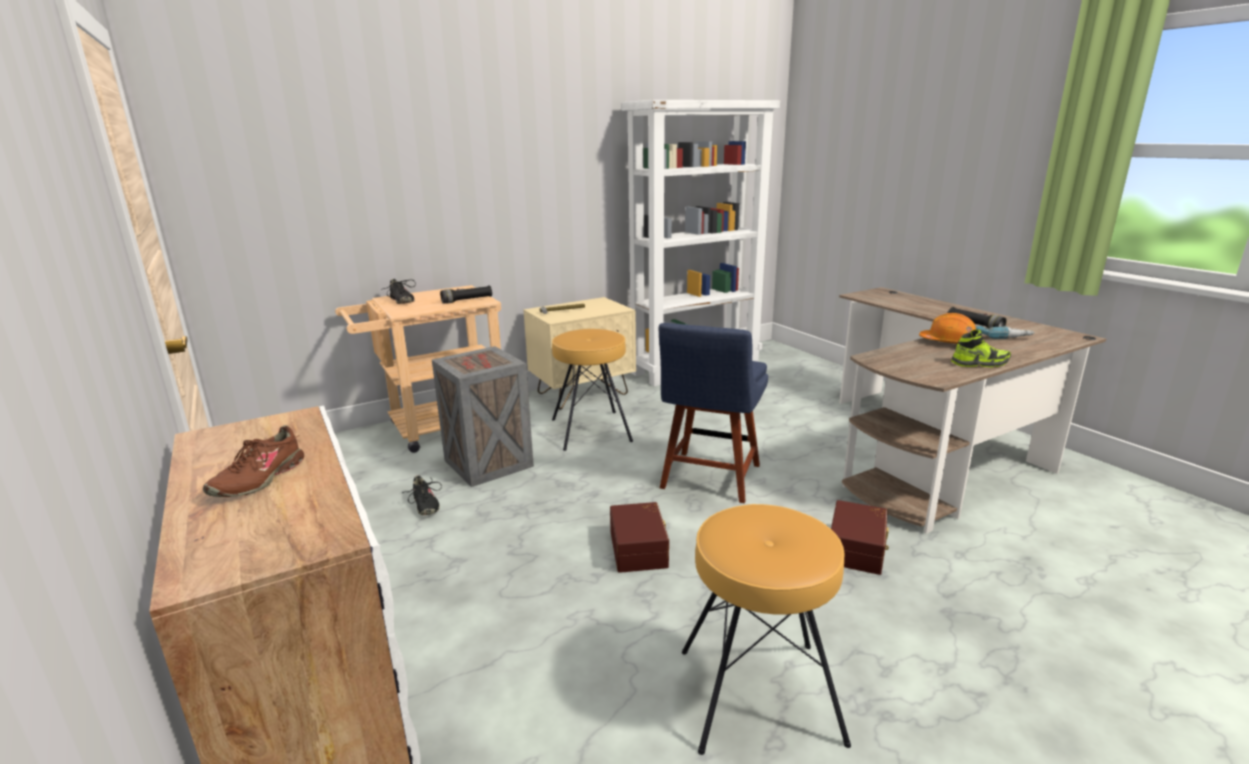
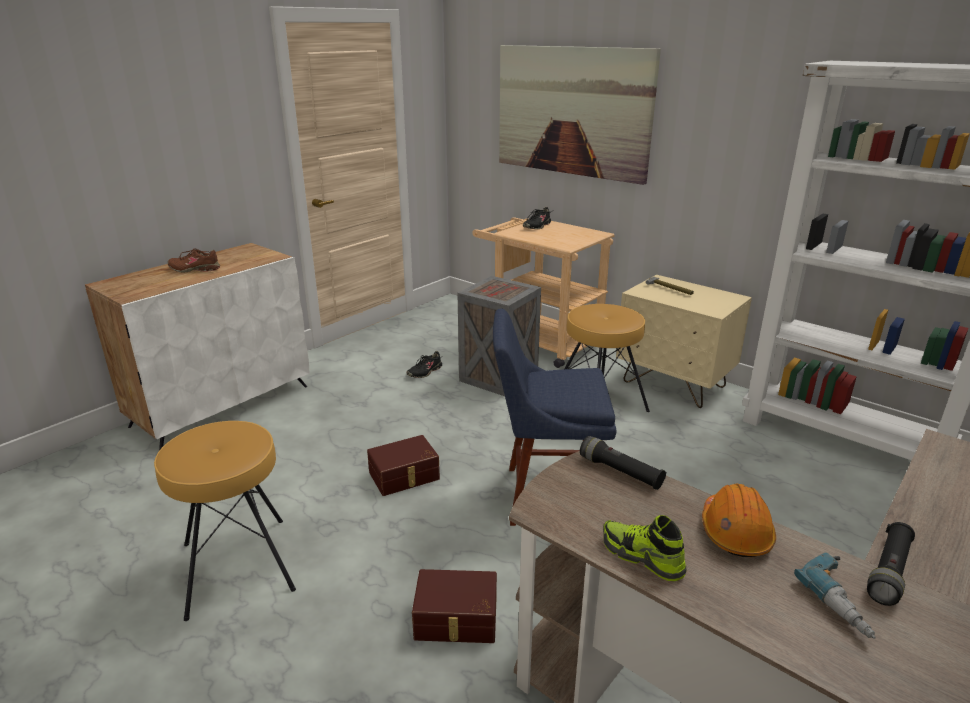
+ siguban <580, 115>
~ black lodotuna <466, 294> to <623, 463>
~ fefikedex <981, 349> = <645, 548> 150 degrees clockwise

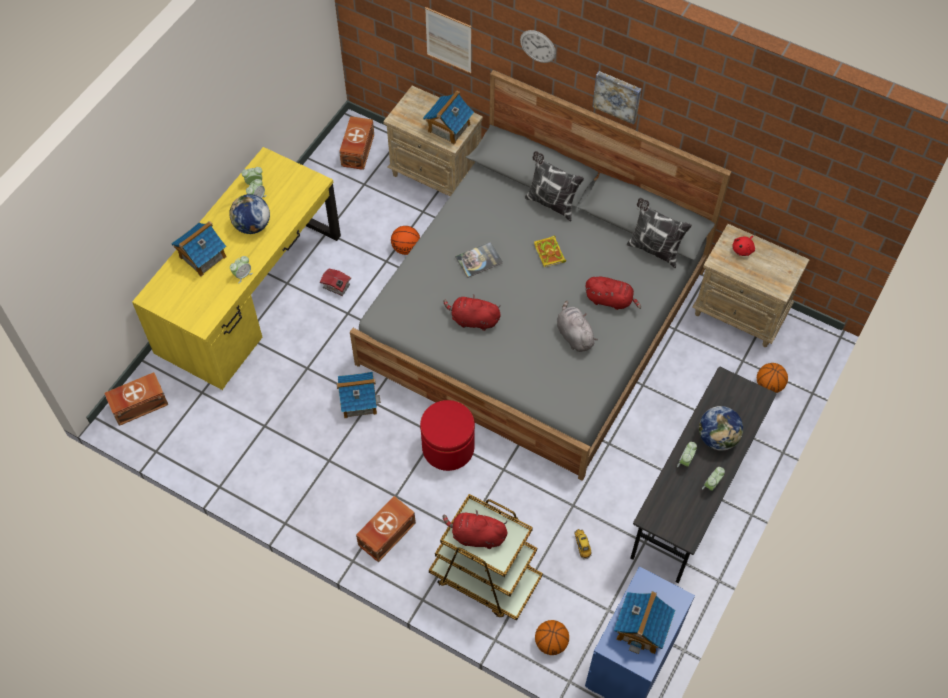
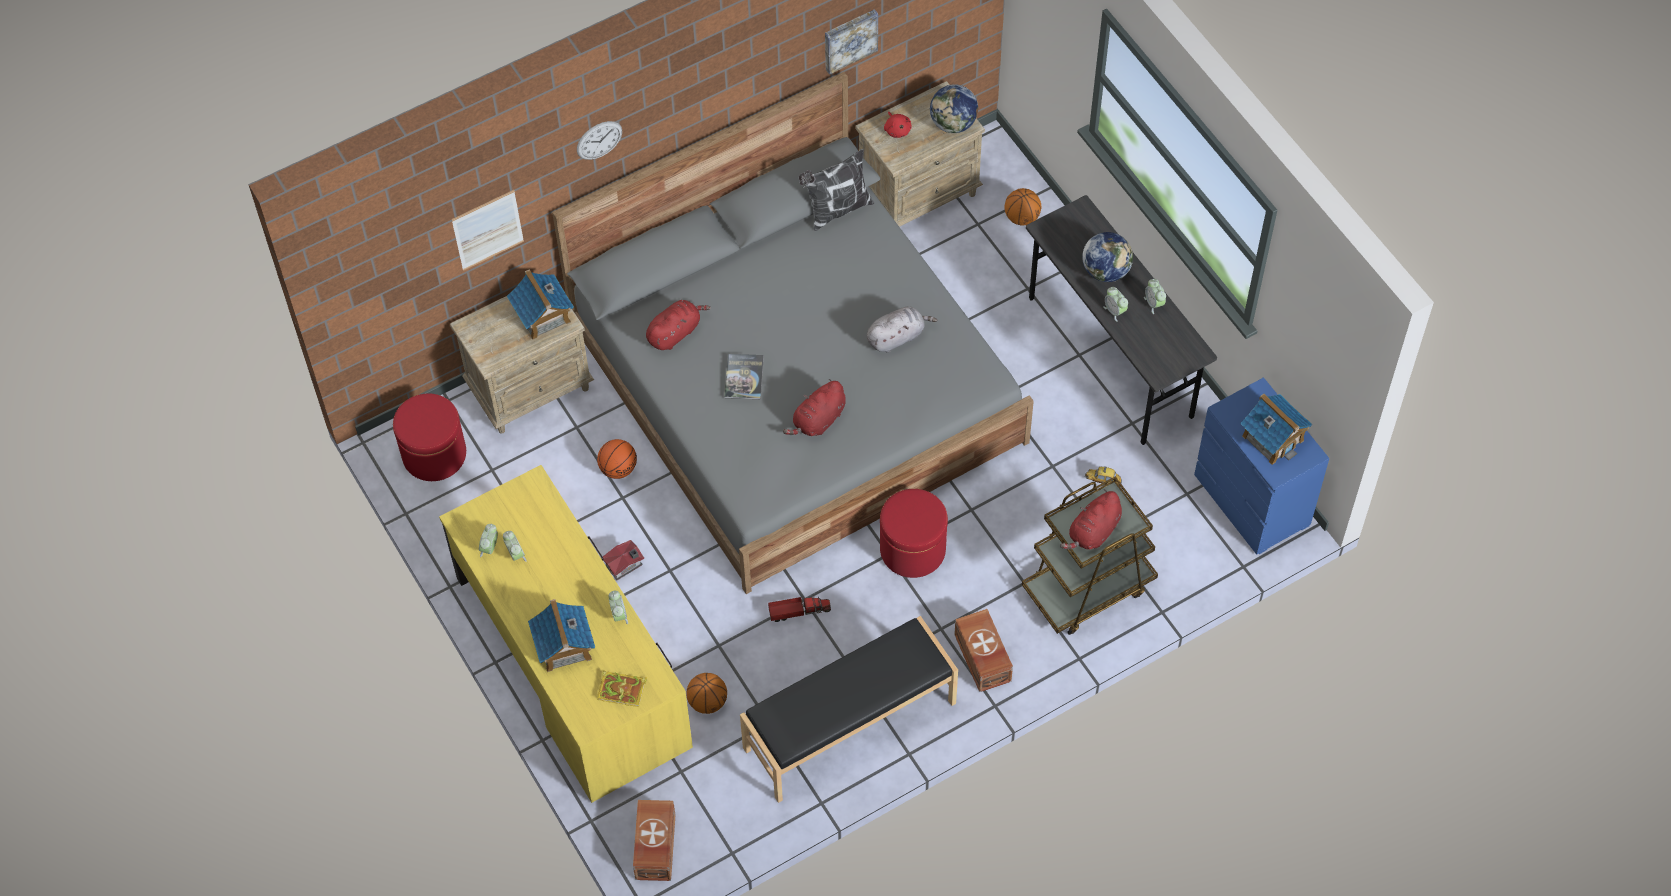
~ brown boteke <356, 143> to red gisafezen <429, 437>
~ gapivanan <550, 251> to <622, 689>
~ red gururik <613, 293> to <678, 325>
~ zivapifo <552, 637> to <707, 693>
+ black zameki <849, 709>
~ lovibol <358, 395> to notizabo <799, 608>
~ siguban <616, 98> to <851, 41>
~ grey gururik <577, 326> = <902, 329> 150 degrees clockwise
~ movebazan <249, 214> to <954, 108>
- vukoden <554, 186>

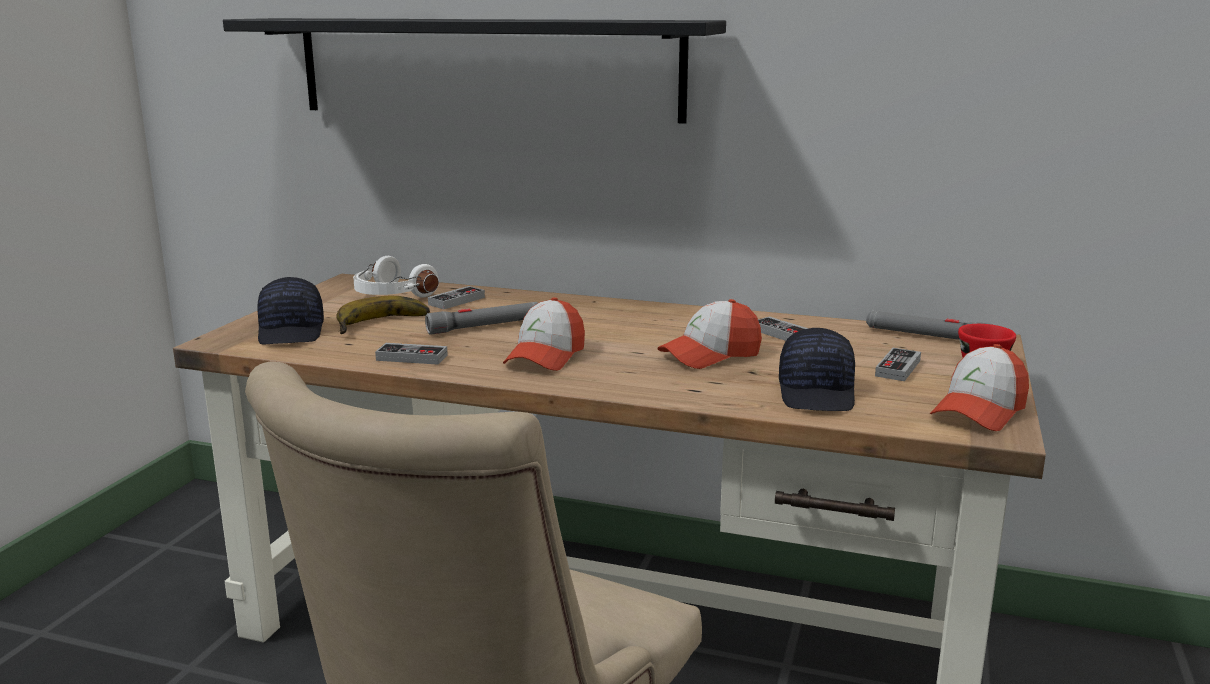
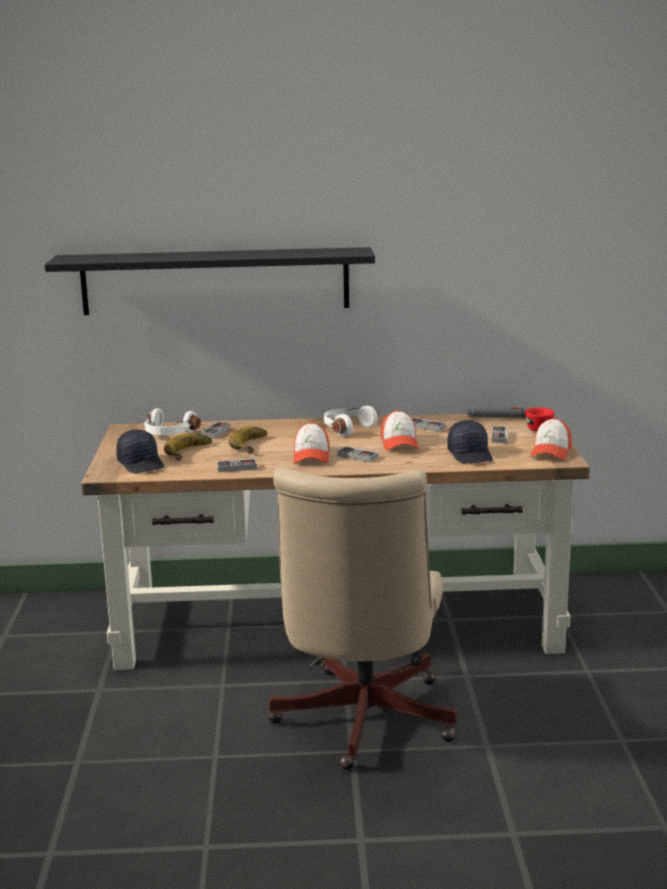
~ grey lodotuna <481, 318> to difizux <248, 440>
+ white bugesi <351, 421>
+ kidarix <357, 454>
~ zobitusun <710, 334> = <400, 430> 45 degrees counterclockwise

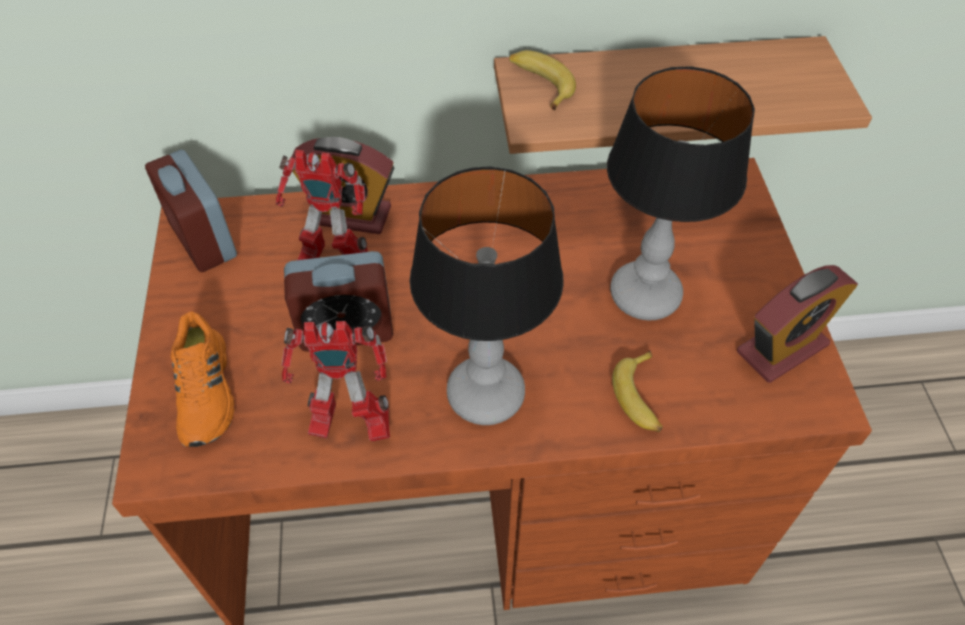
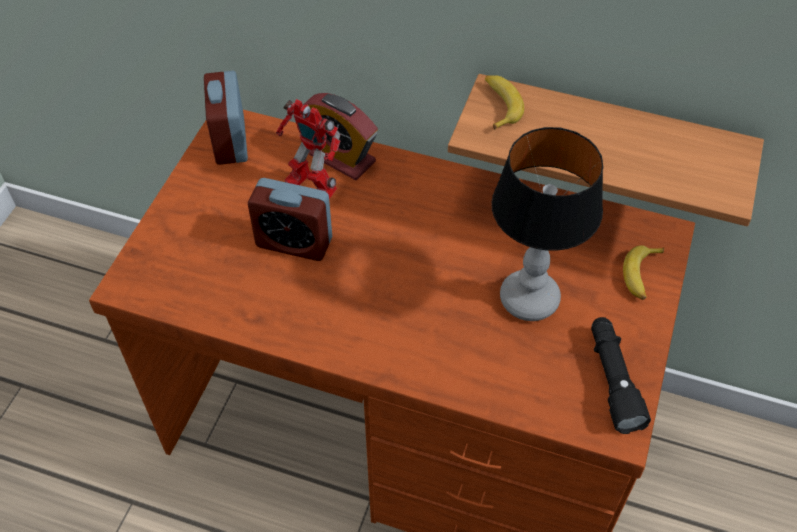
~ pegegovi <797, 324> to black lodotuna <621, 375>
~ difizux <637, 391> to <643, 272>
- orange fefikedex <203, 379>
- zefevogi <336, 381>
- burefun <487, 295>

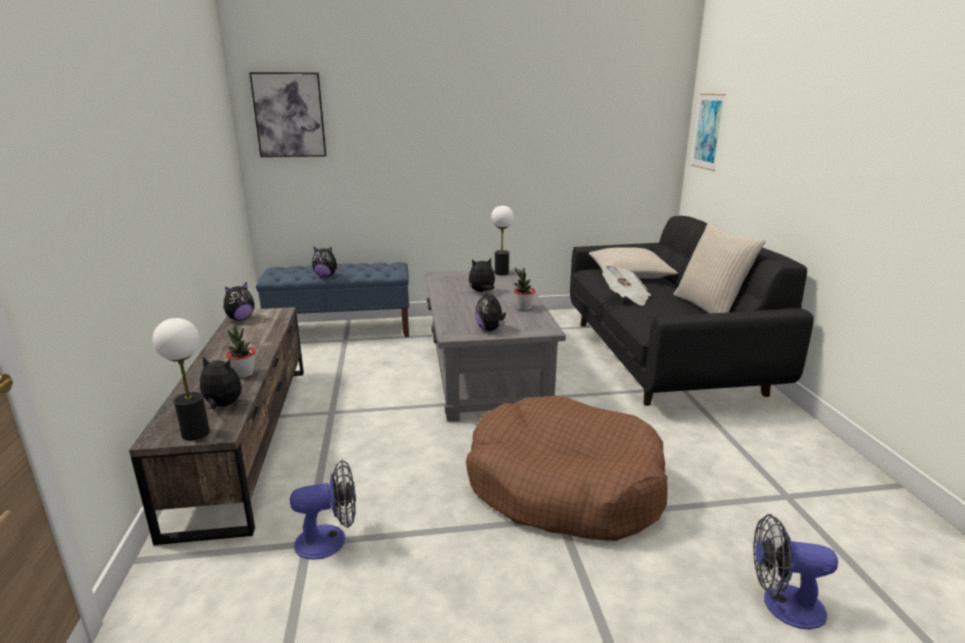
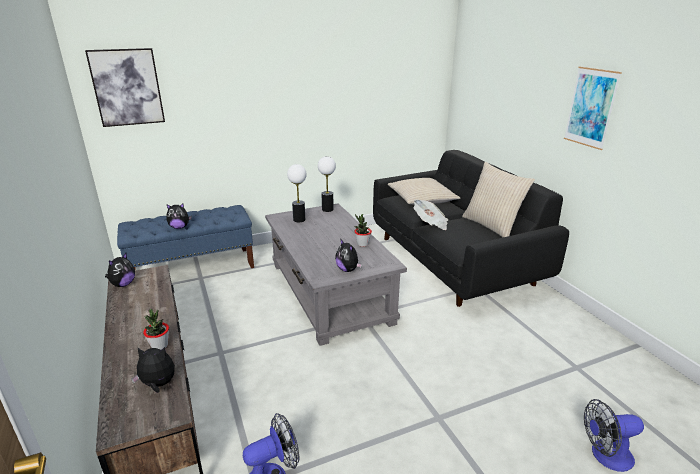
~ burefun <181, 379> to <297, 193>
~ siguban <708, 132> to <593, 108>
- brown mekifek <566, 468>
- gururik <482, 275>

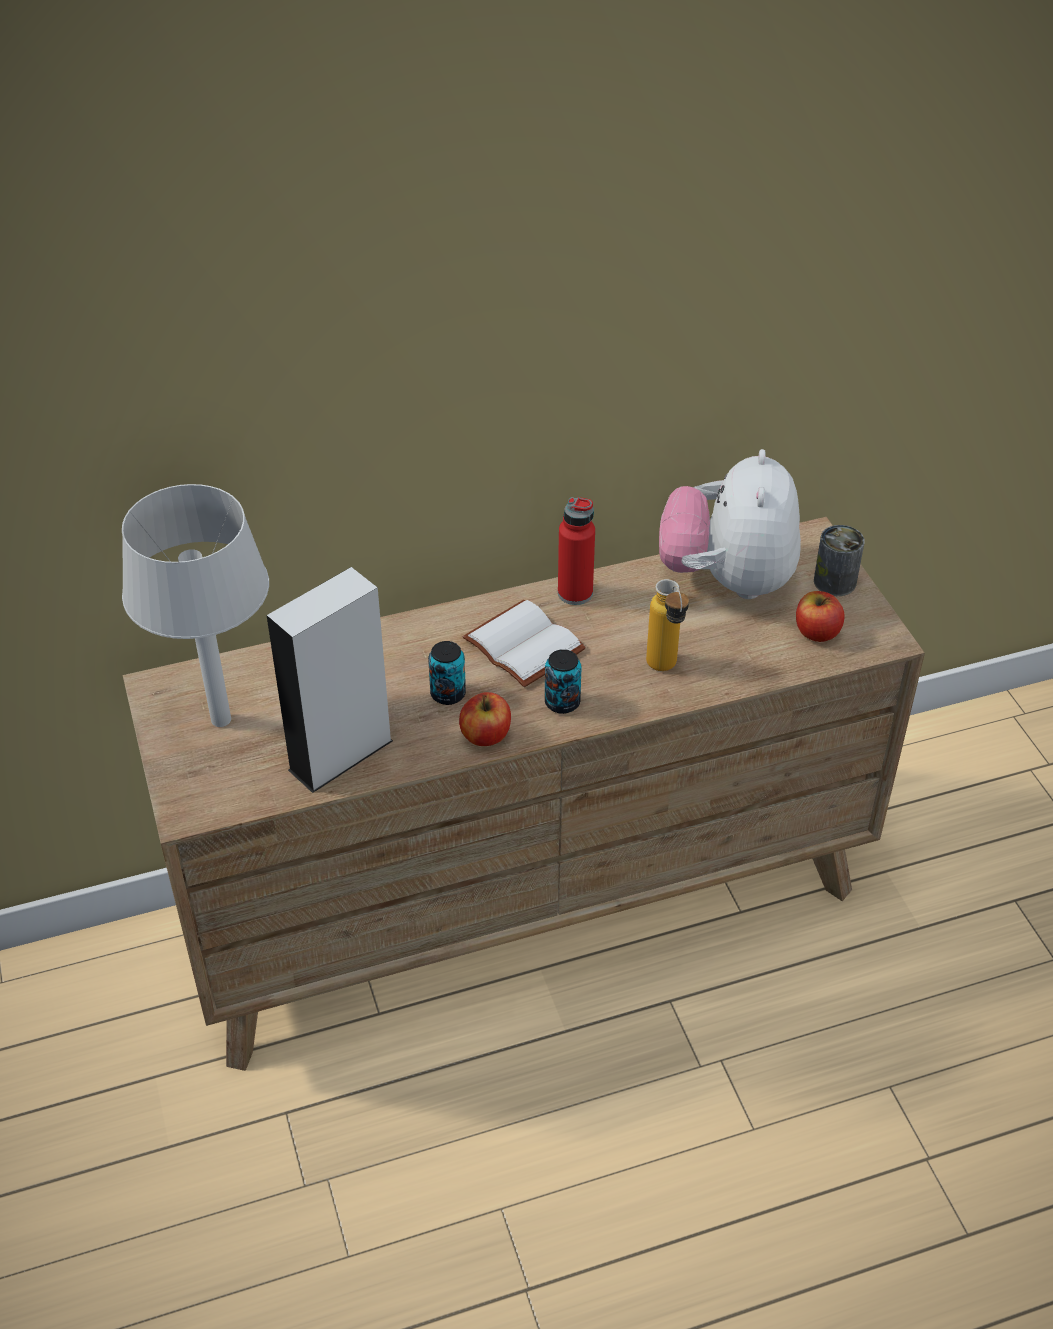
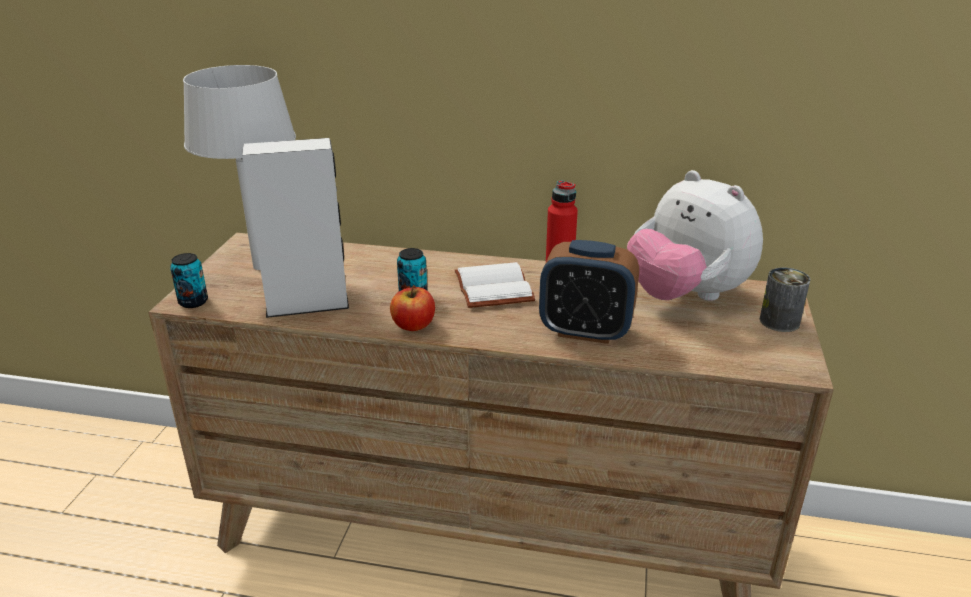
~ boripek <563, 681> to <189, 280>
~ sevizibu <667, 625> to pegegovi <589, 292>
~ gururik <730, 524> = <695, 235> 75 degrees counterclockwise
- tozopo <820, 616>

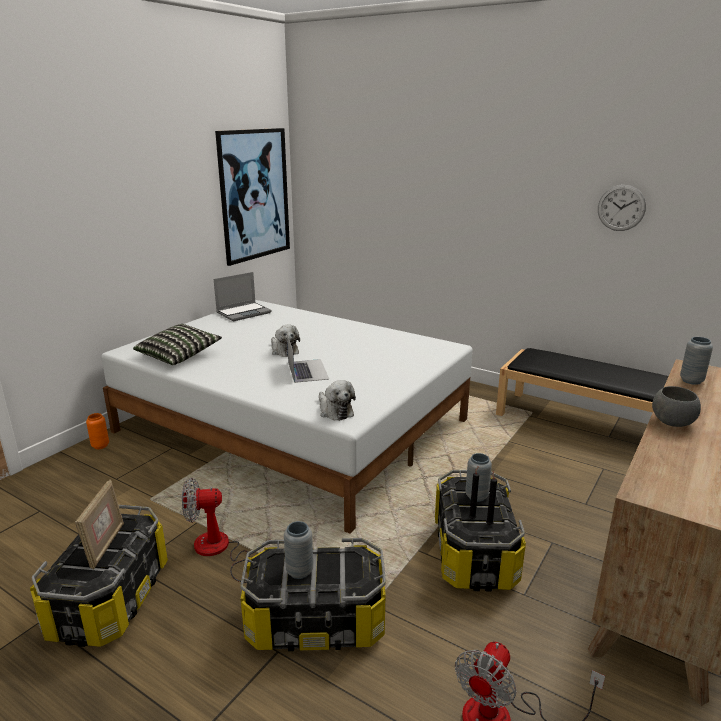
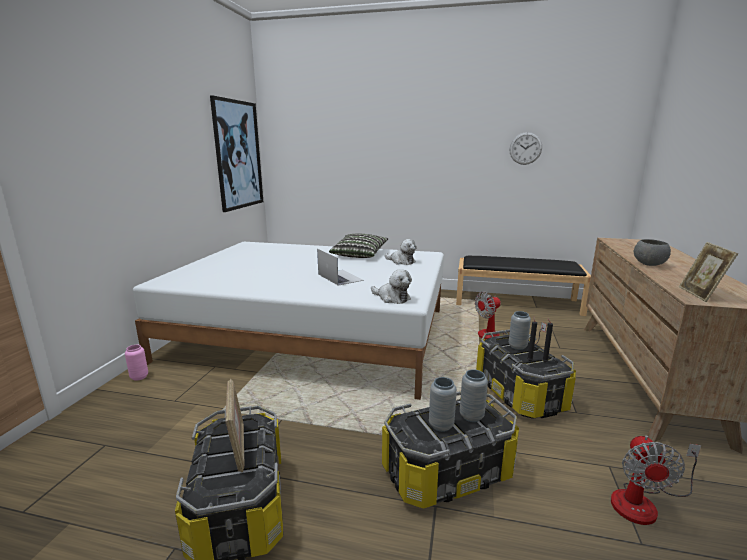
~ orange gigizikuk <97, 431> to pink gigizikuk <136, 363>
~ vukoden <177, 344> to <358, 246>
~ gururik <285, 341> to <400, 252>
~ grey gigizikuk <696, 361> to <474, 395>
~ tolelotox <216, 530> to <511, 318>
+ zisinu <708, 272>
- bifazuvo <243, 296>

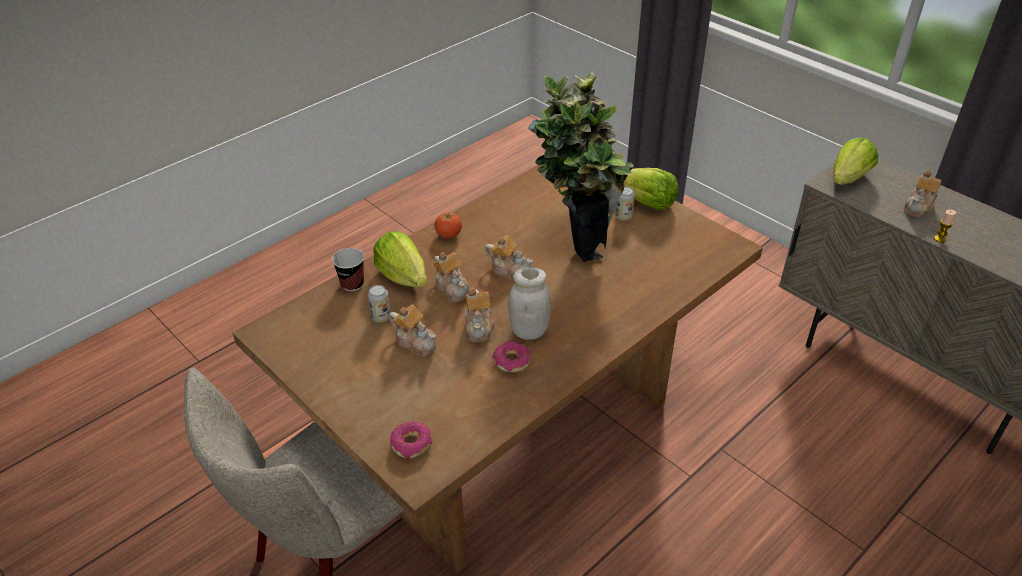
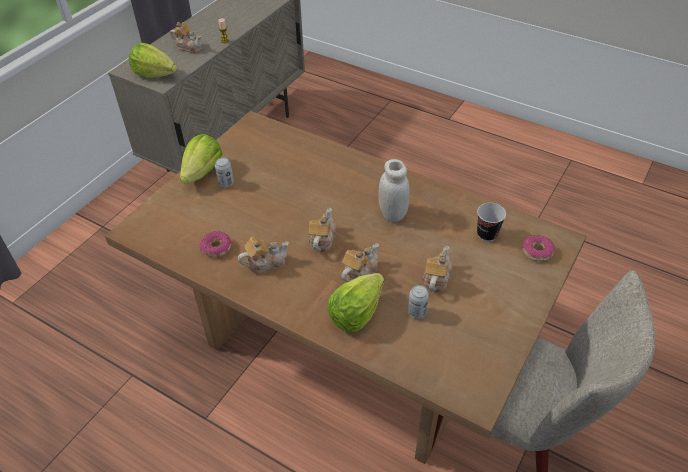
~ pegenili <511, 356> to <216, 244>
~ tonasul <479, 315> to <263, 255>
~ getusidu <348, 269> to <491, 222>
- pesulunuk <448, 225>
- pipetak <580, 166>

